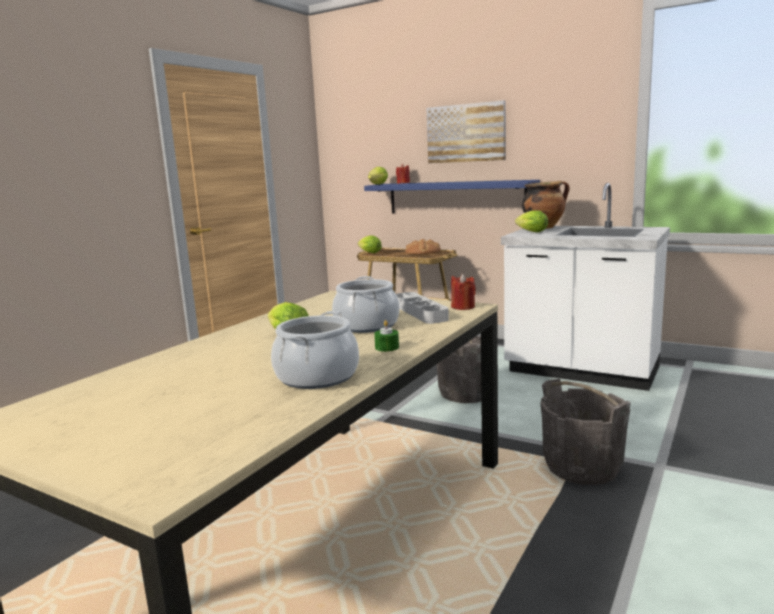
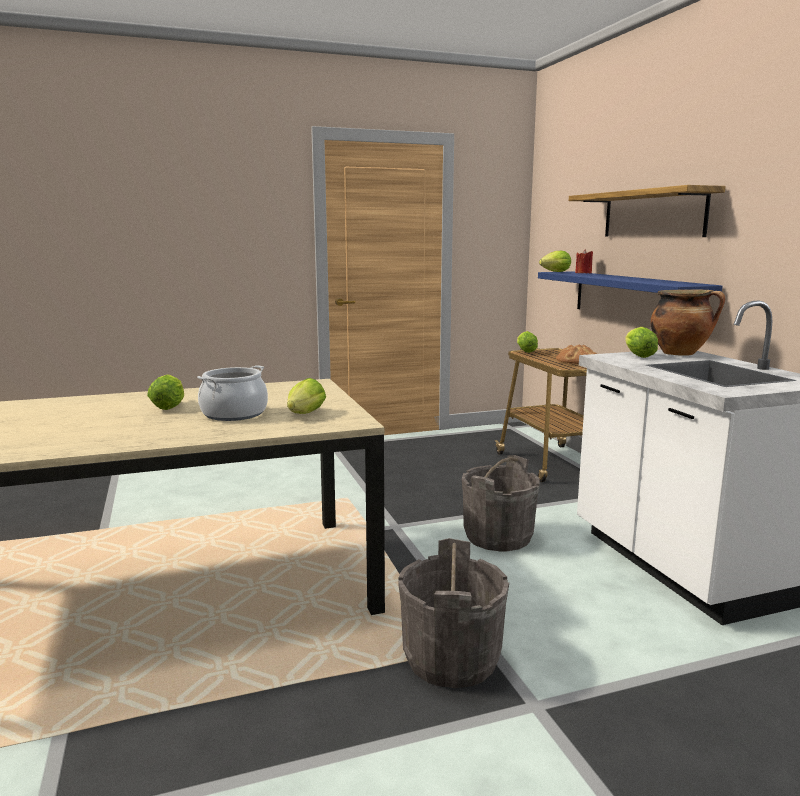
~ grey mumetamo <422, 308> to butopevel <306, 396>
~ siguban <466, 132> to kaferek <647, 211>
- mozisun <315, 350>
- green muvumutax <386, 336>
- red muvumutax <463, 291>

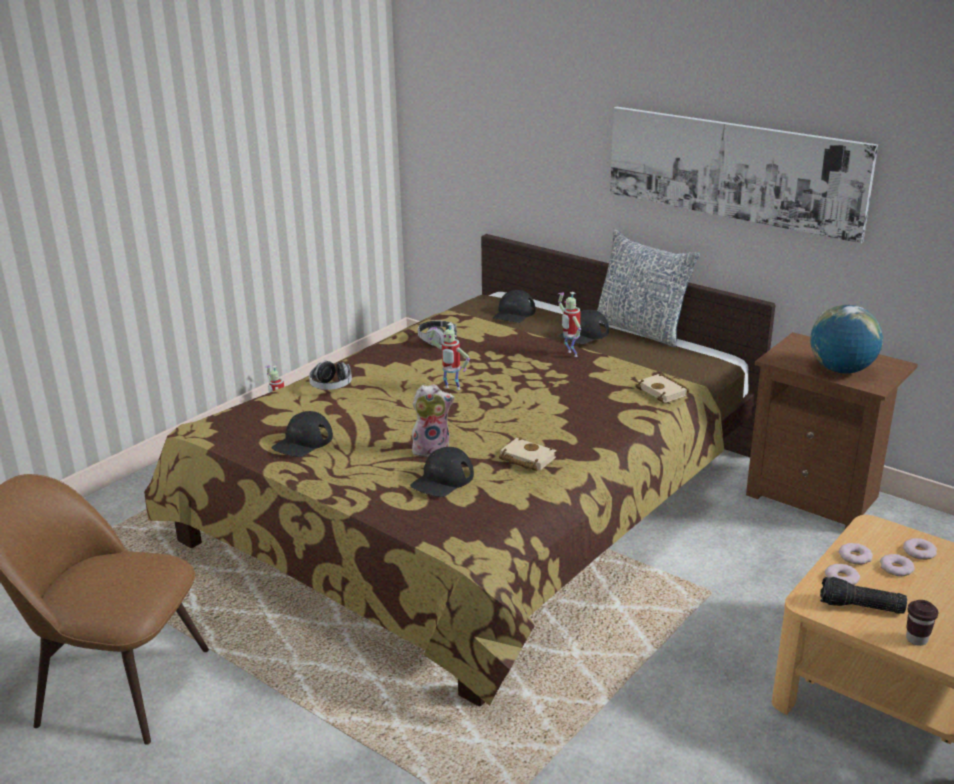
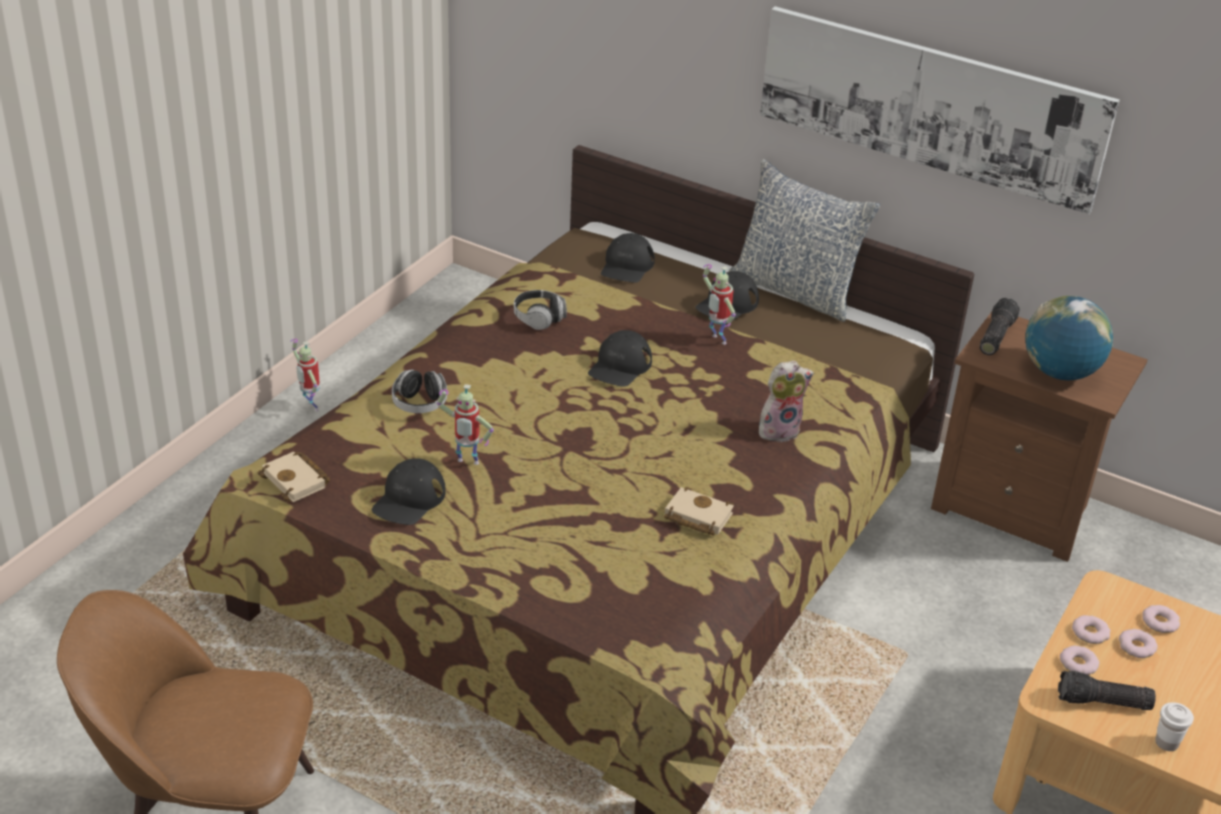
~ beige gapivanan <662, 388> to <294, 477>
~ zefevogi <449, 356> to <465, 424>
~ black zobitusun <442, 472> to <620, 358>
~ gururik <433, 420> to <786, 401>
+ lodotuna <1000, 326>
~ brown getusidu <922, 623> to white getusidu <1174, 726>

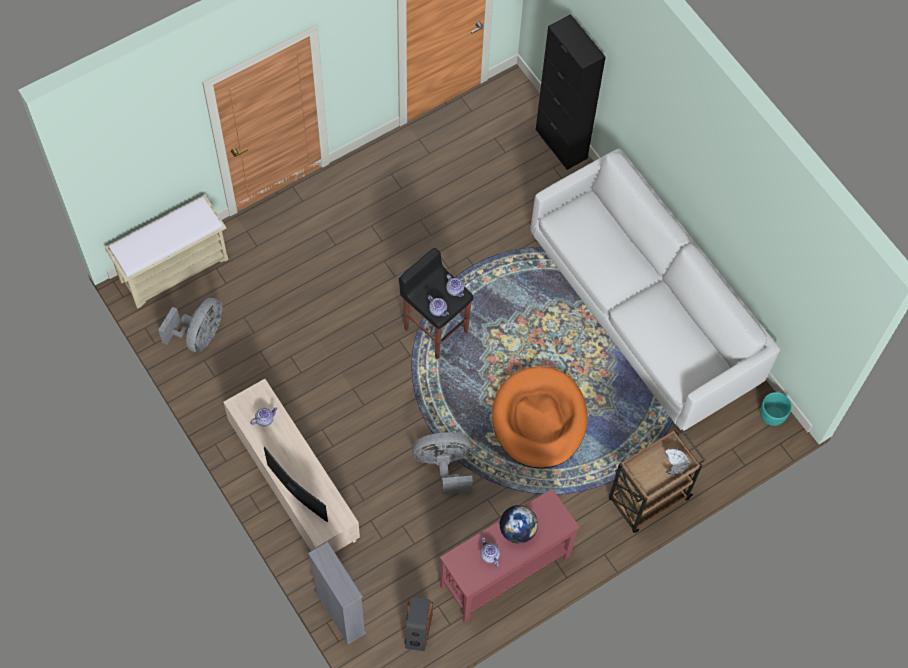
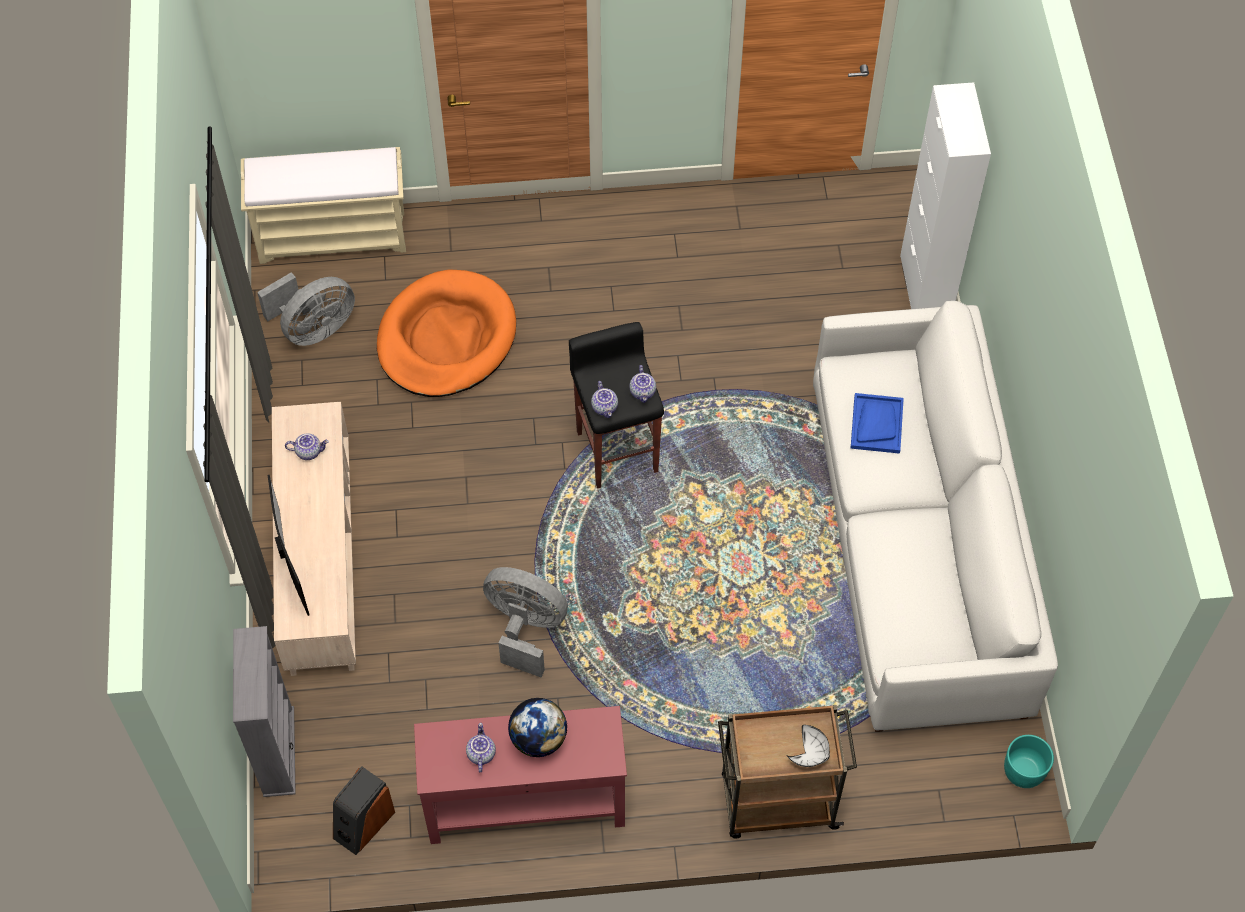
~ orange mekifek <539, 417> to <446, 333>
+ blue mumetamo <877, 423>
~ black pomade <571, 92> to white pomade <945, 195>

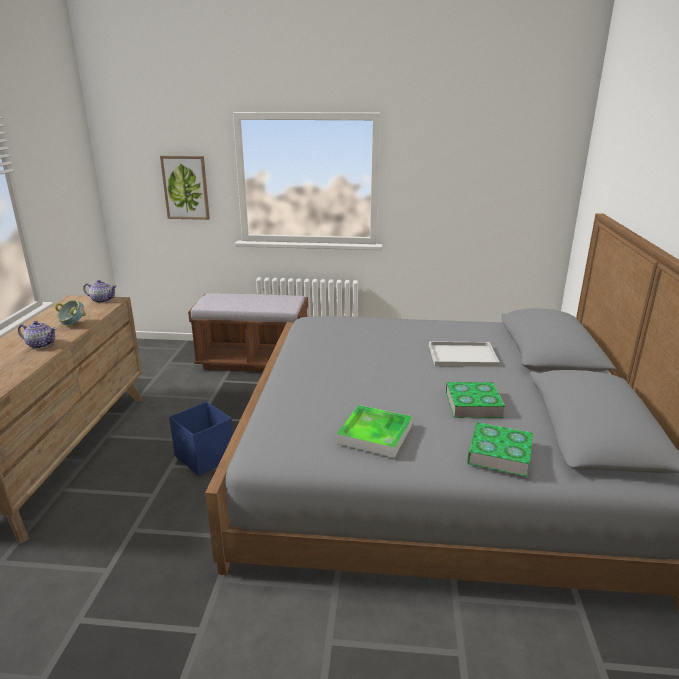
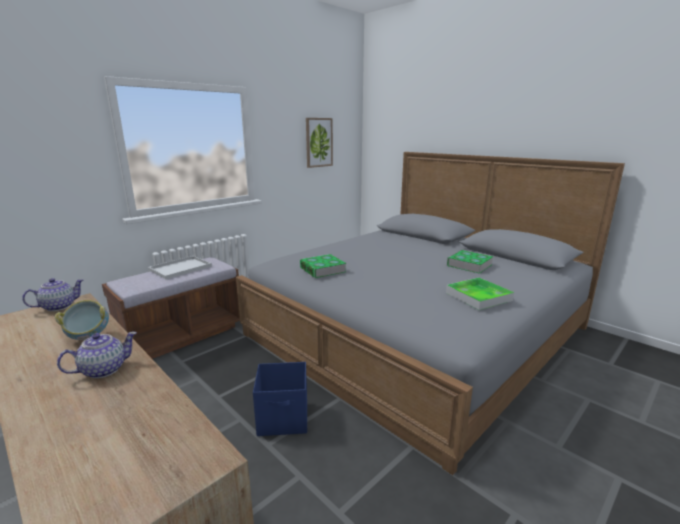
~ white mumetamo <464, 354> to <180, 267>
~ gapivanan <500, 449> to <323, 266>
~ siguban <185, 188> to <319, 143>

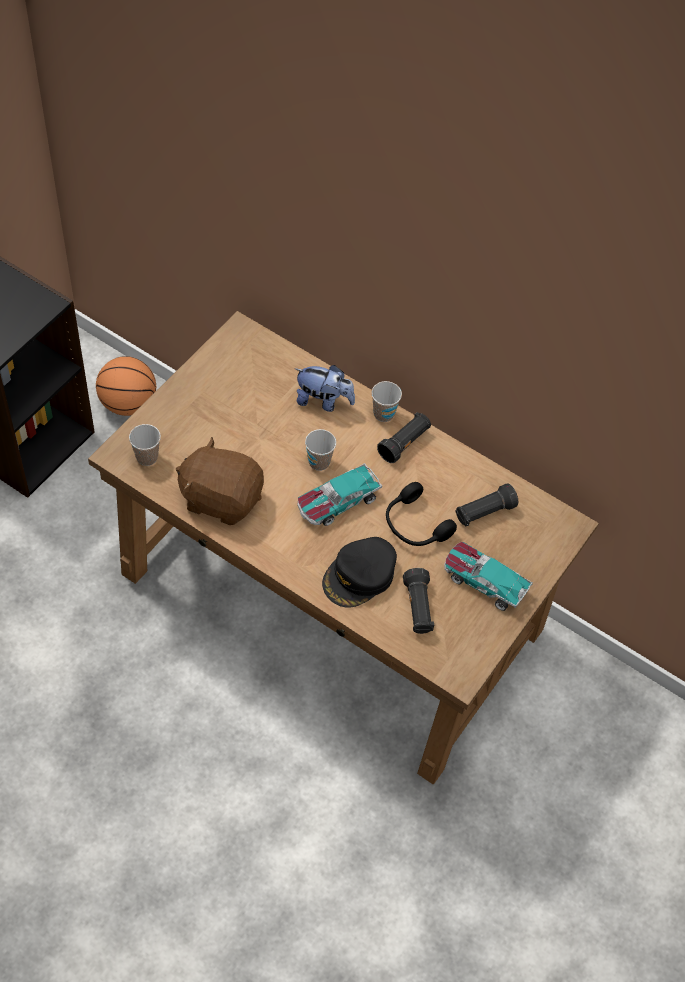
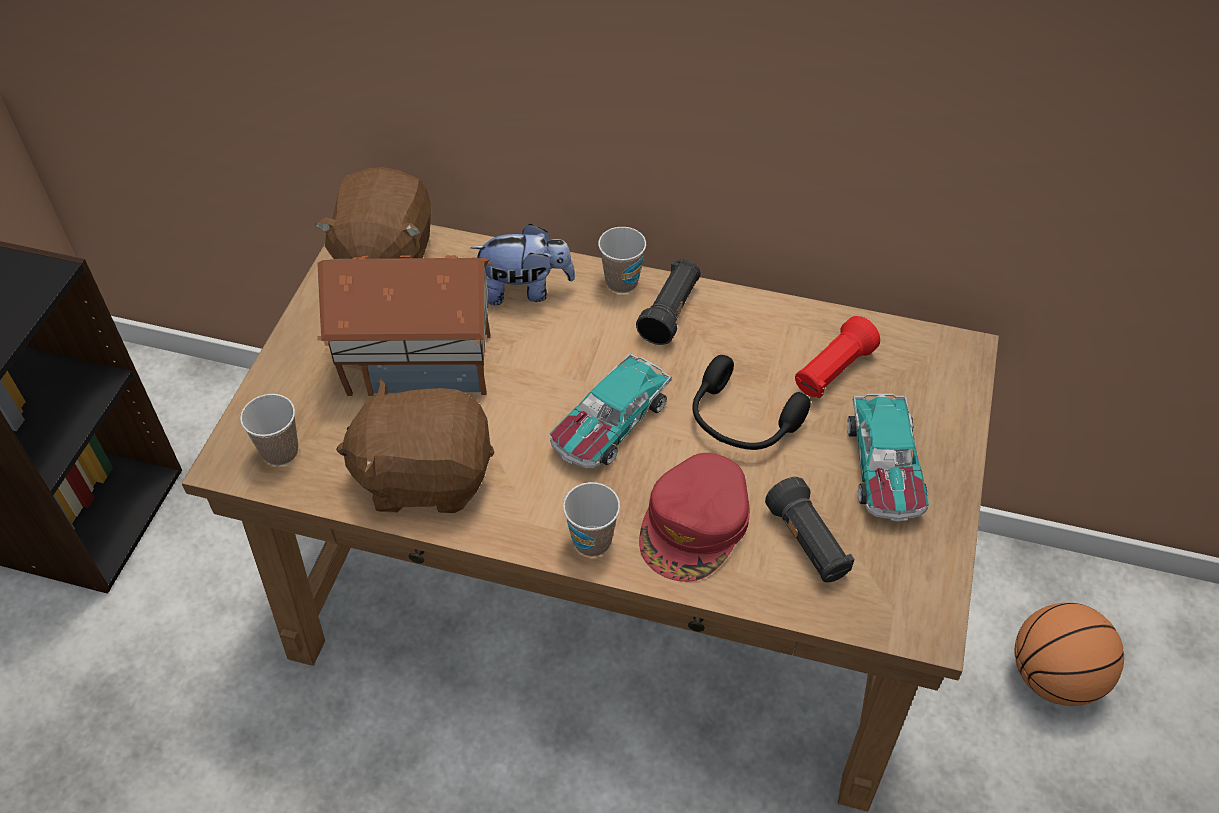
+ brown gururik <373, 213>
+ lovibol <404, 325>
~ getusidu <320, 450> to <591, 519>
~ black zobitusun <359, 572> to red zobitusun <694, 517>
~ black lodotuna <486, 505> to red lodotuna <837, 357>
~ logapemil <488, 576> = <888, 458> 105 degrees counterclockwise
~ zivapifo <126, 386> to <1069, 654>

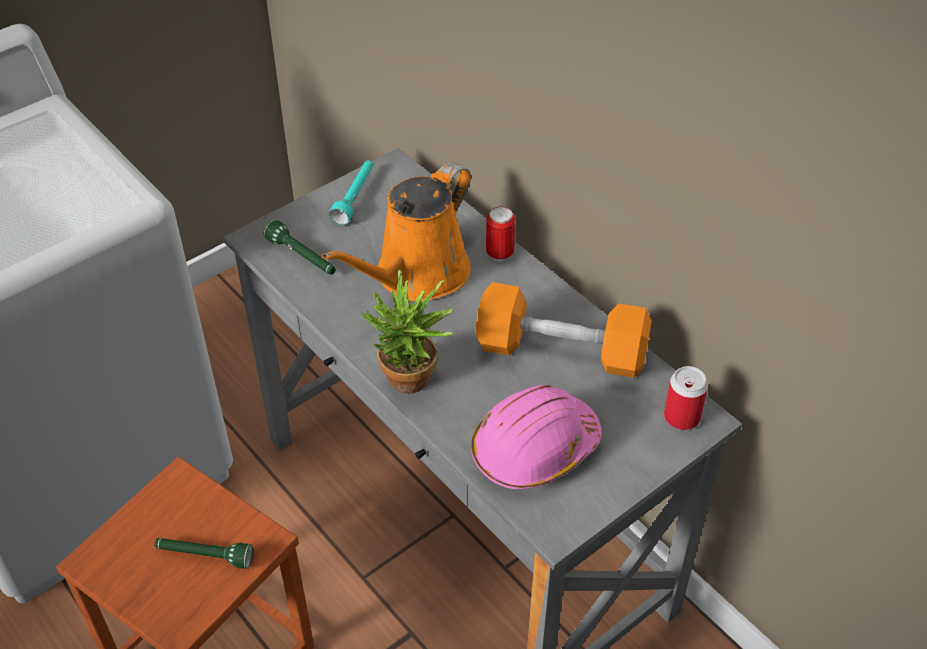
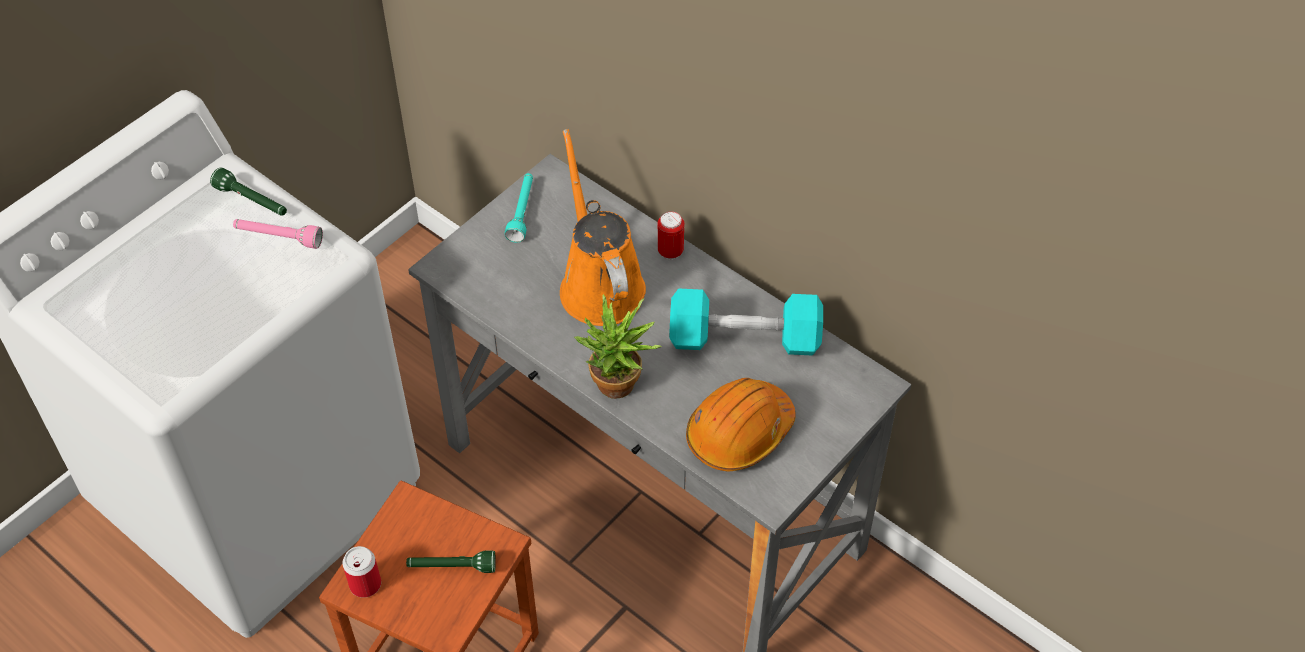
~ green lodotuna <300, 247> to <248, 192>
+ pink lodotuna <278, 234>
~ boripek <686, 398> to <361, 572>
~ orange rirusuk <396, 232> = <603, 227> 135 degrees clockwise
~ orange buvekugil <563, 330> to turquoise buvekugil <746, 322>
~ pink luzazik <536, 437> to orange luzazik <741, 424>

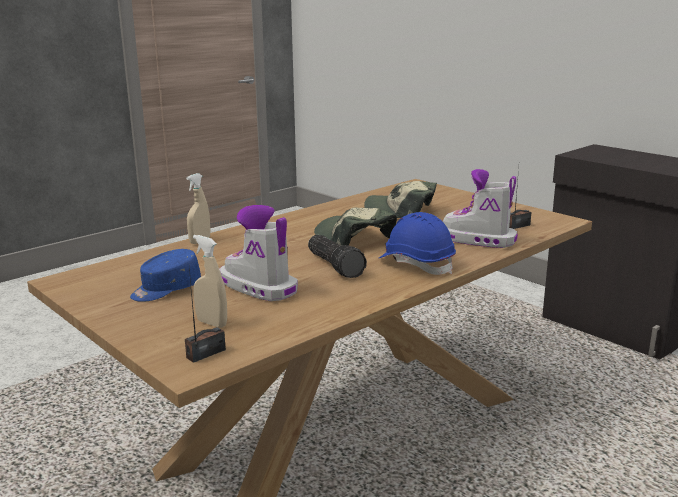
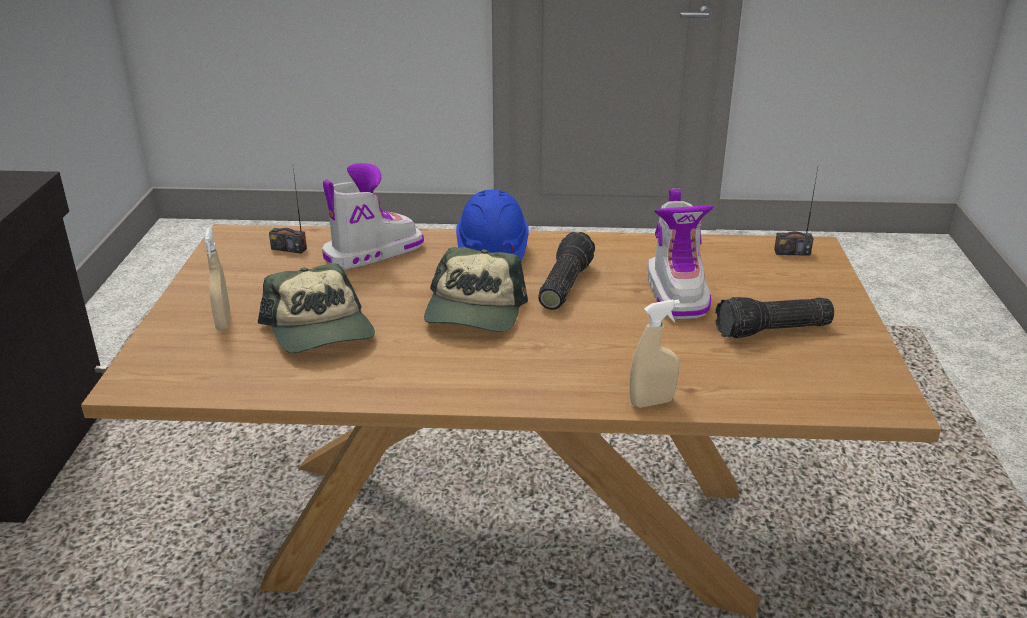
~ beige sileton <210, 281> to <217, 279>
~ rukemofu <480, 208> = <373, 216> 105 degrees counterclockwise
~ blue zobitusun <165, 275> to lodotuna <774, 317>

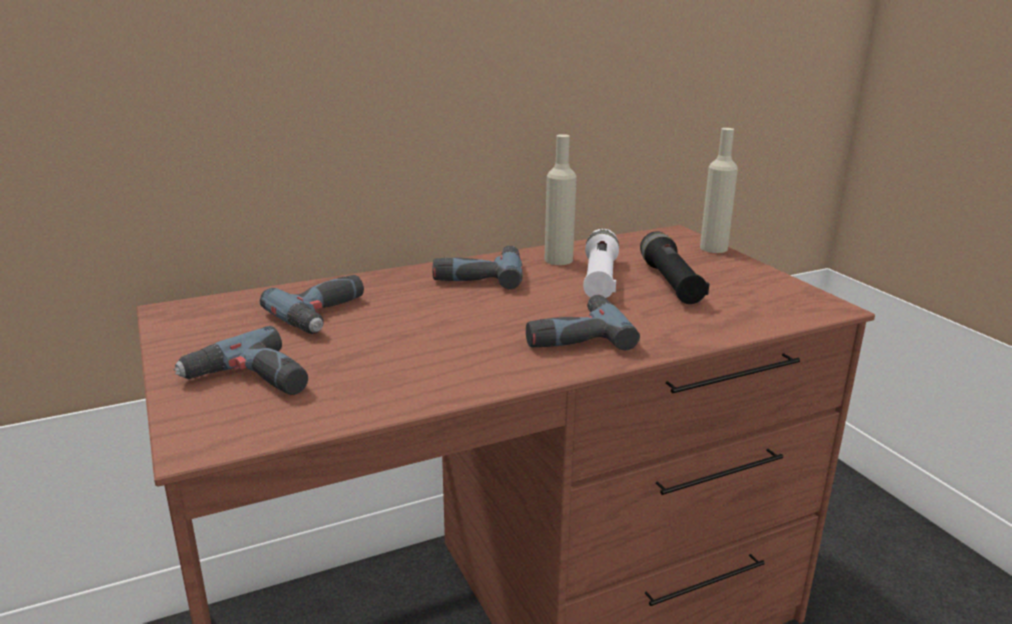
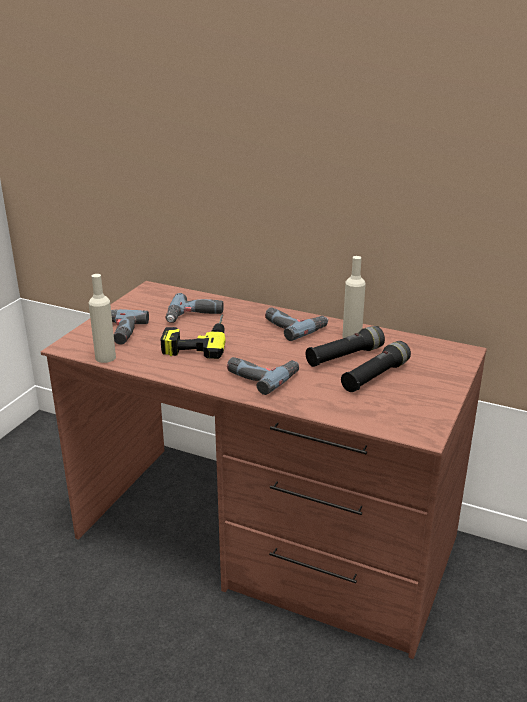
~ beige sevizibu <719, 190> to <102, 318>
+ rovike <193, 336>
~ white lodotuna <601, 263> to black lodotuna <345, 346>

